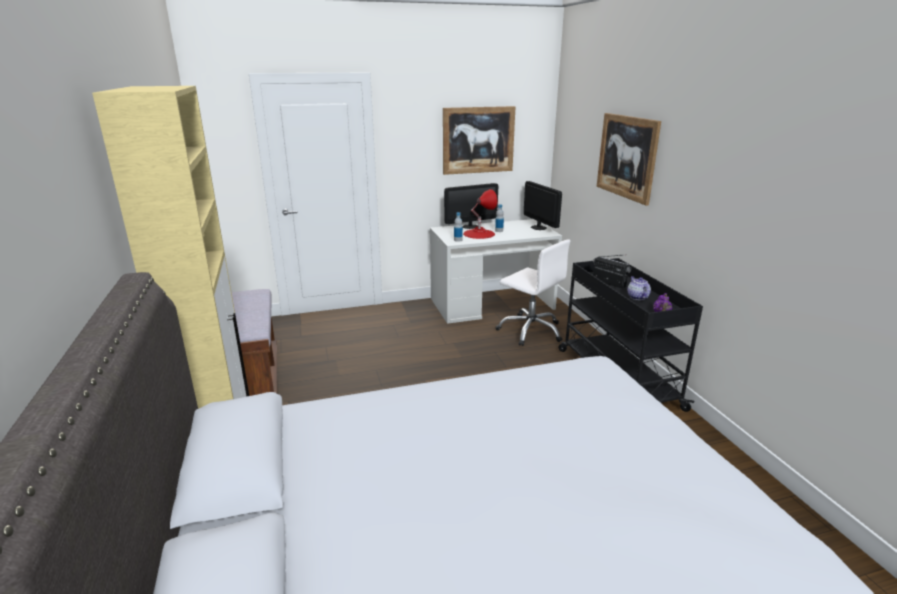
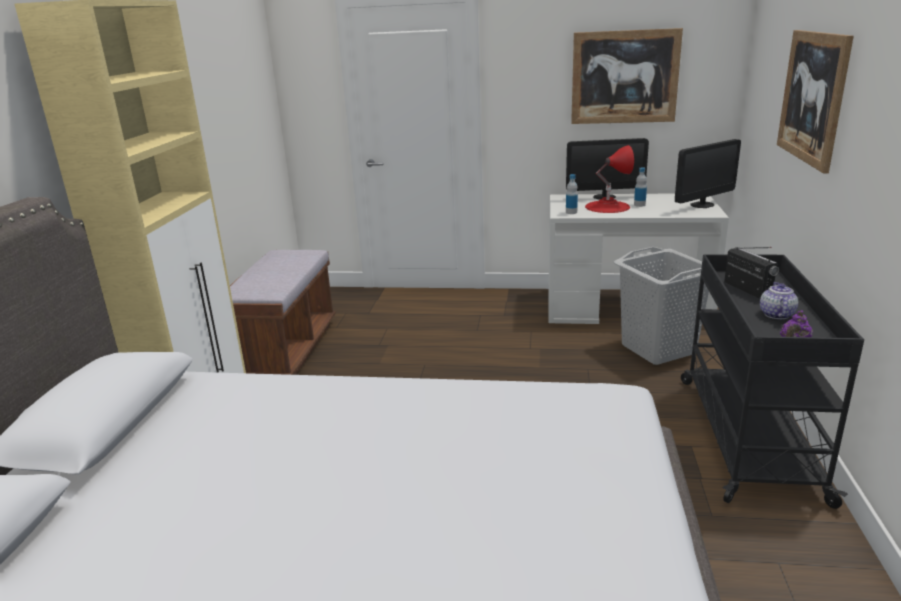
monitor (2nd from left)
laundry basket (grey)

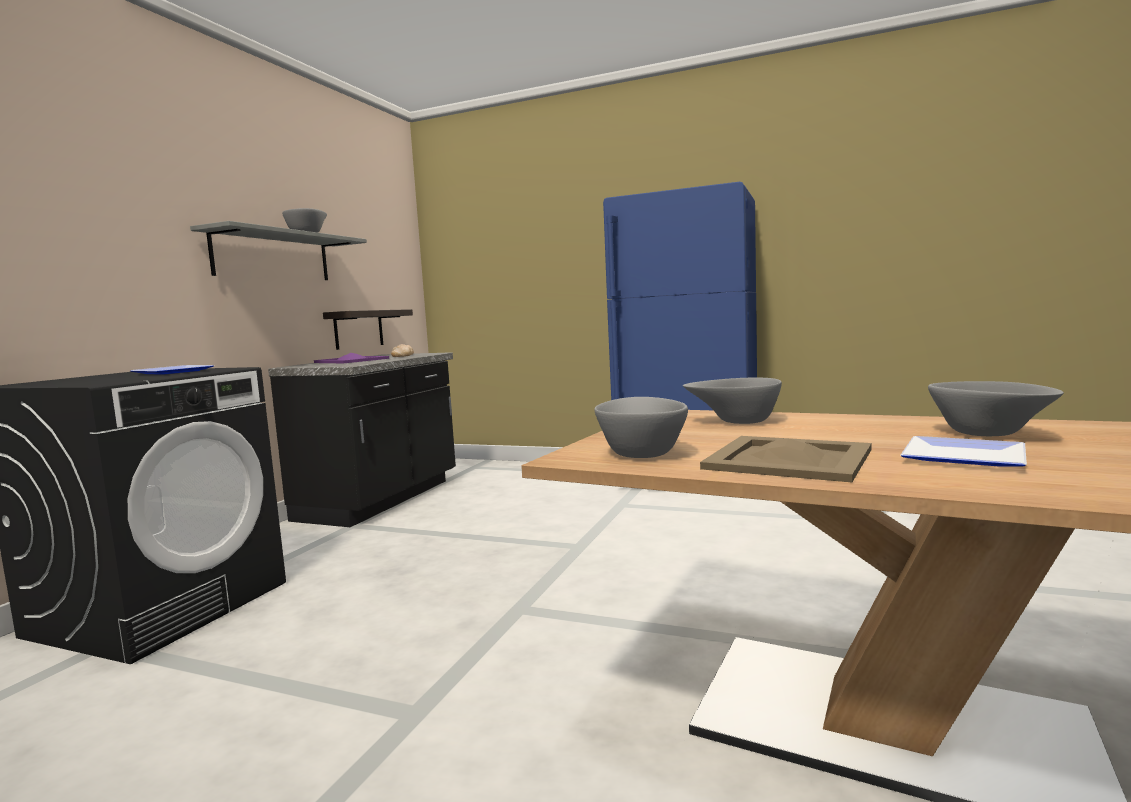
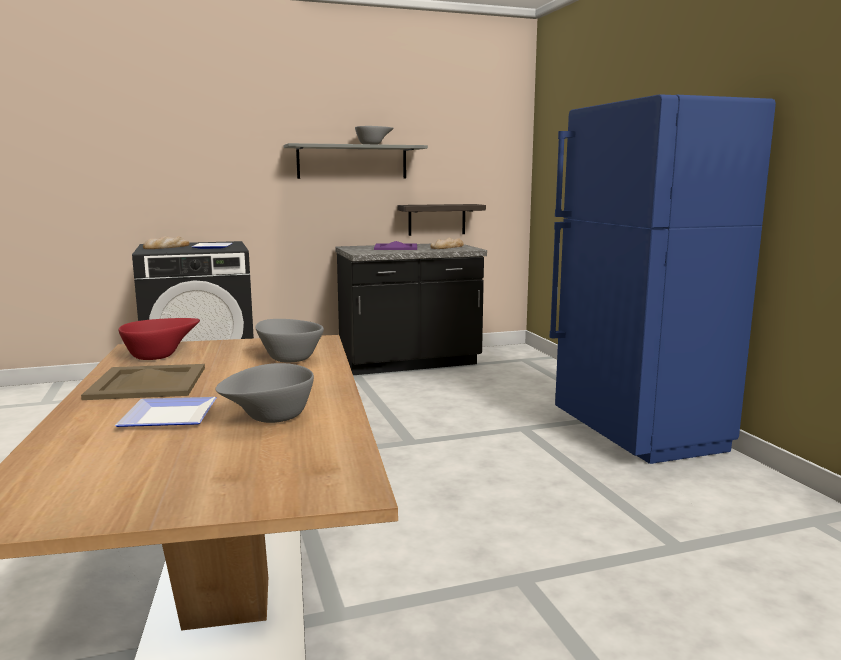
bowl (red)
bread (1st from left)

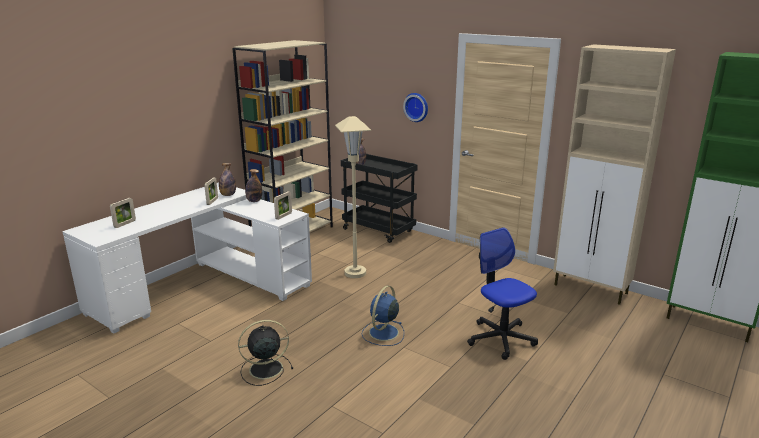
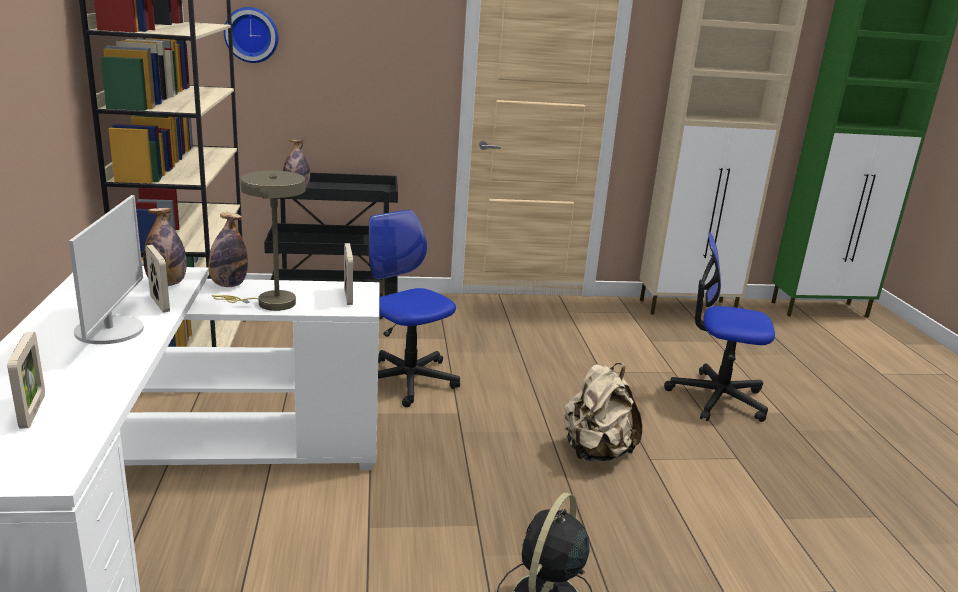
wall clock
office chair (1st from left)
backpack (beige)
table lamp (beige)
monitor

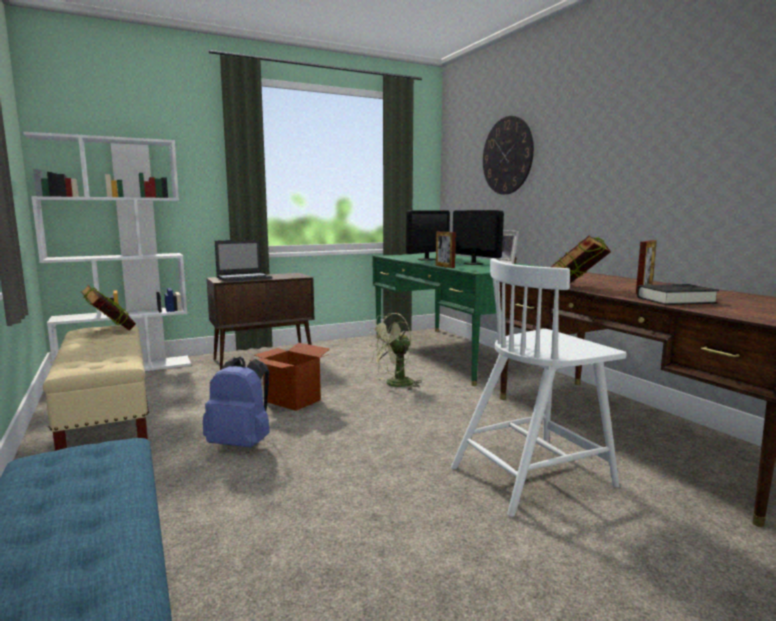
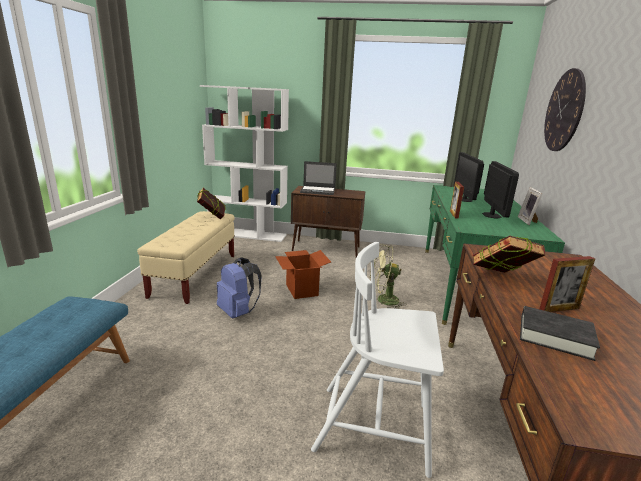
monitor (1st from left)

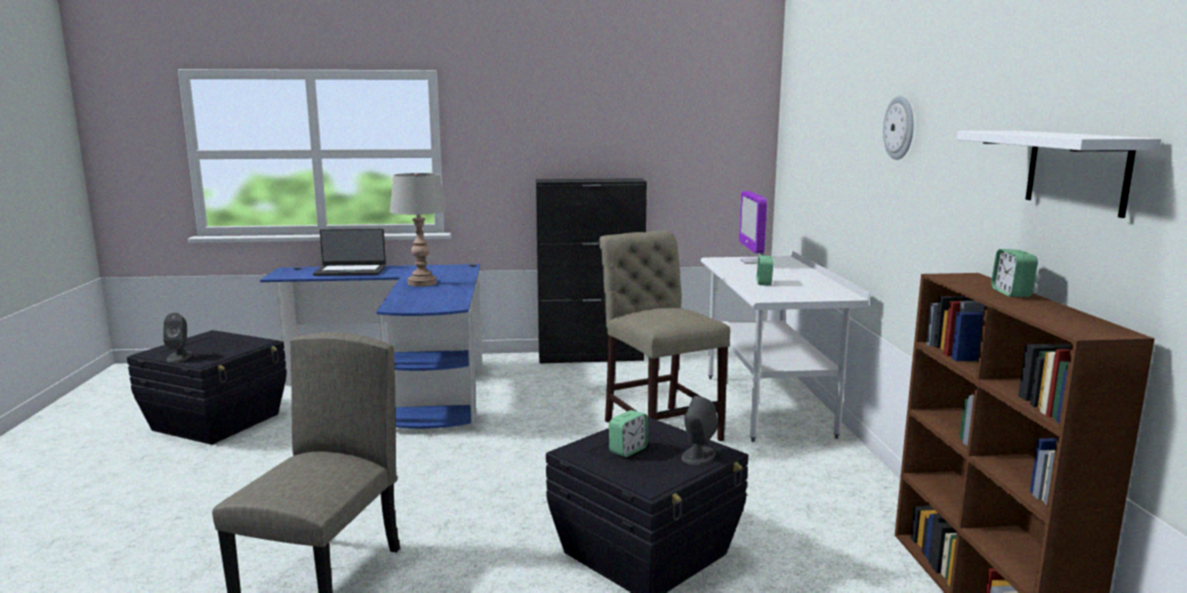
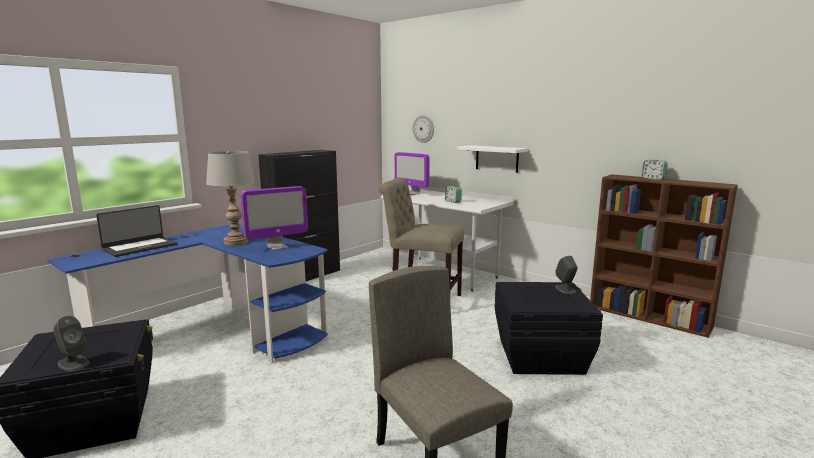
wall clock
shelf (white)
alarm clock (1st from left in the first image)
monitor (1st from left)

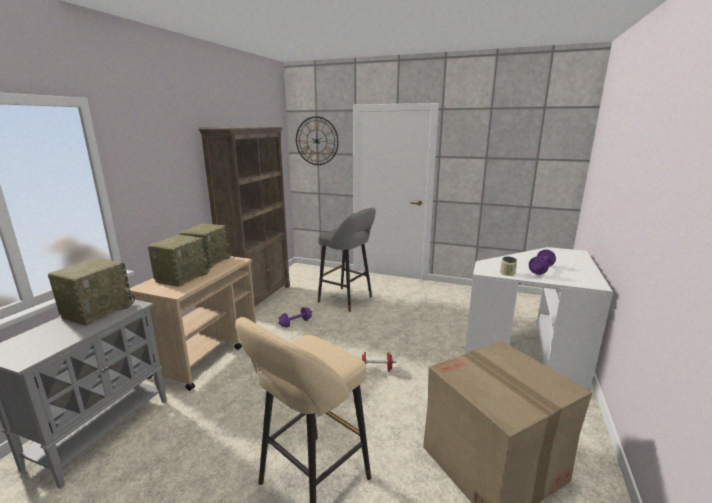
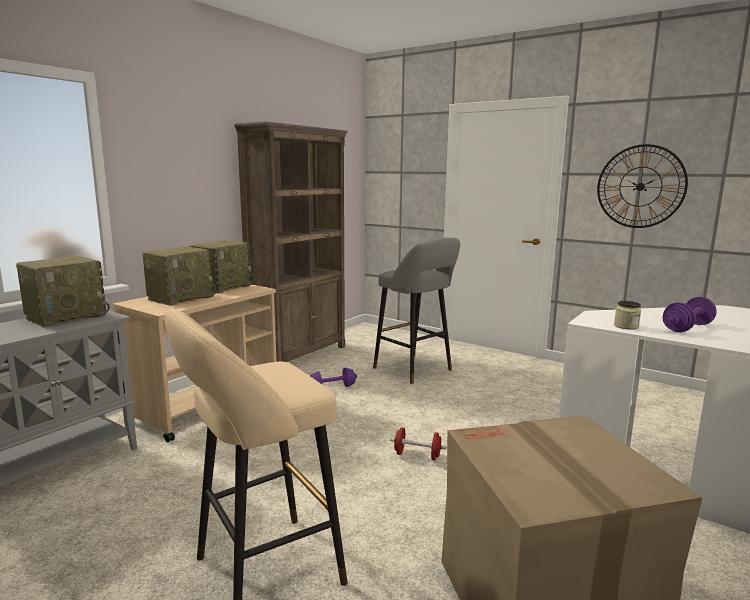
wall clock

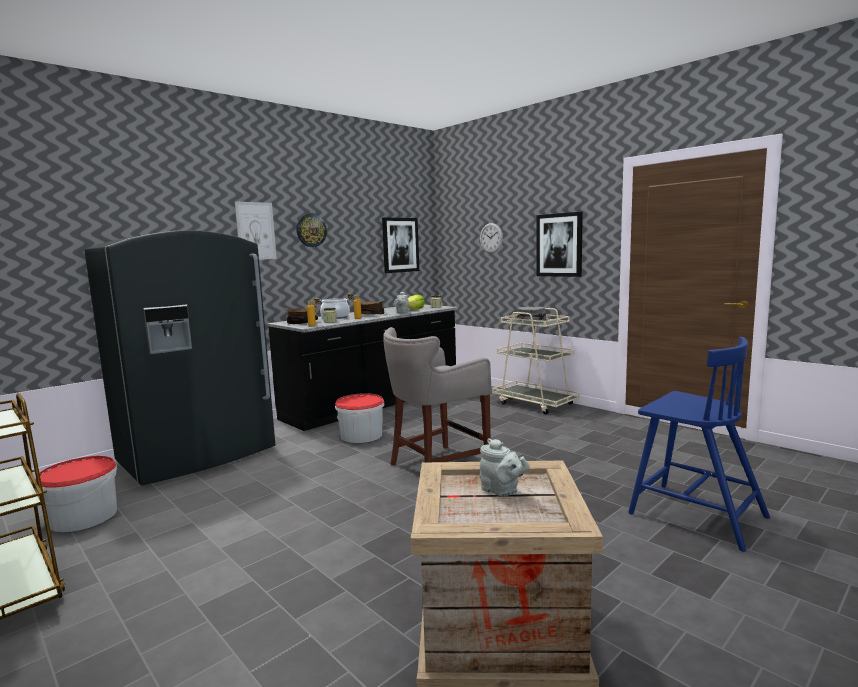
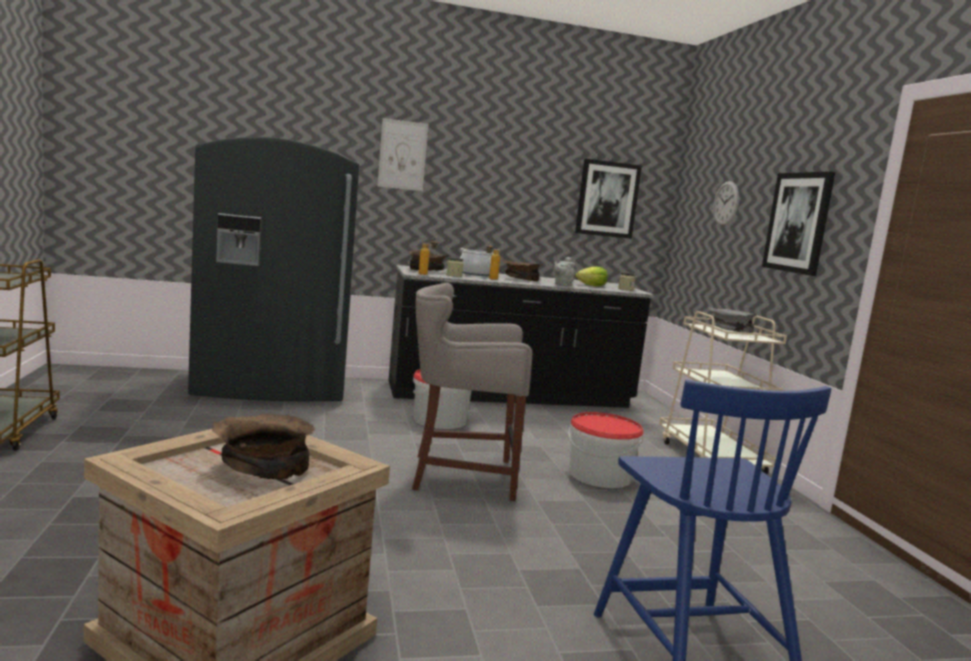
wall clock (1st from left in the first image)
bowl (brown) (1st from left)
bucket (2nd from left)

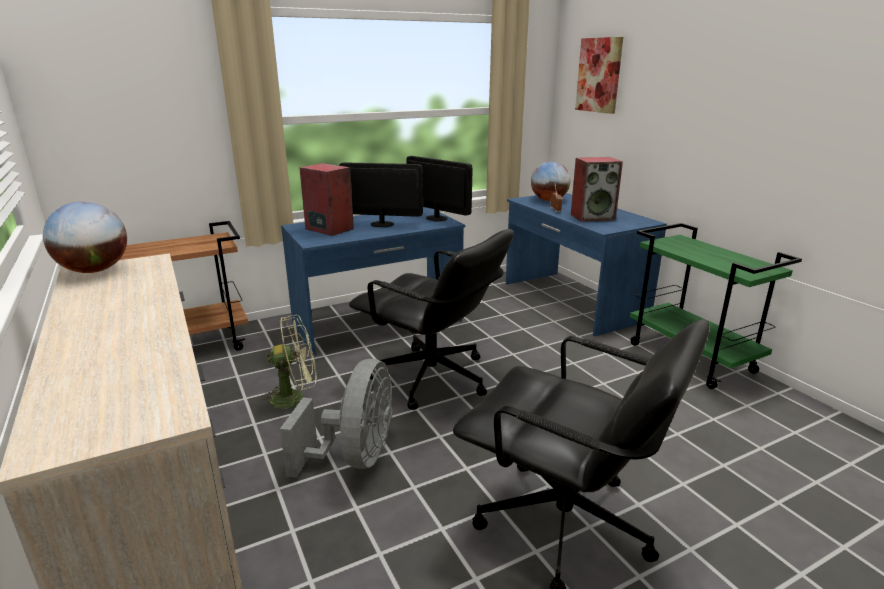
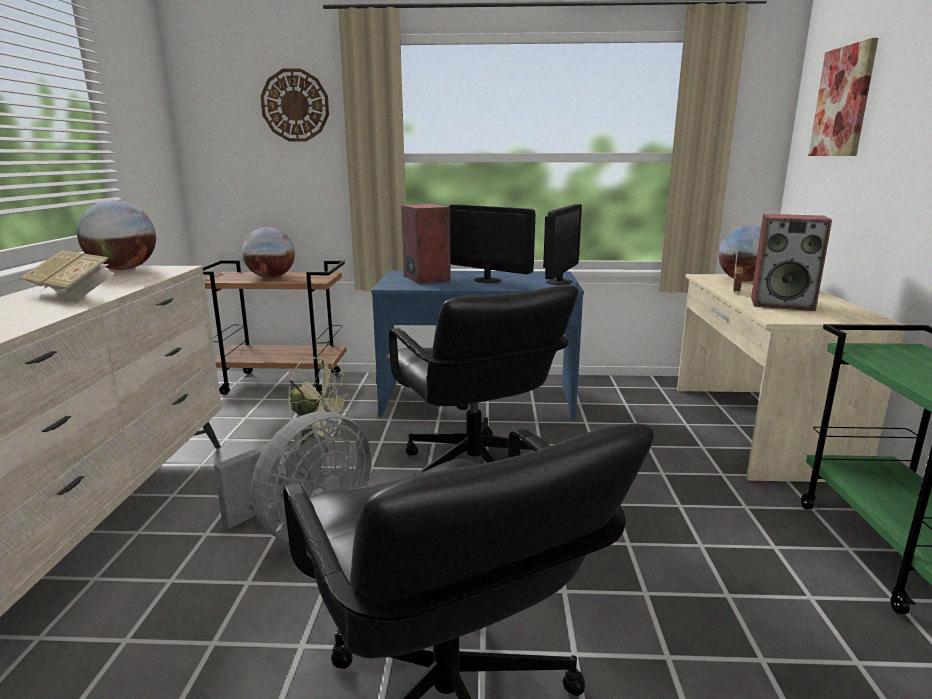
monitor (2nd from left)
desk (beige)
wall clock
globe (2nd from left)
book

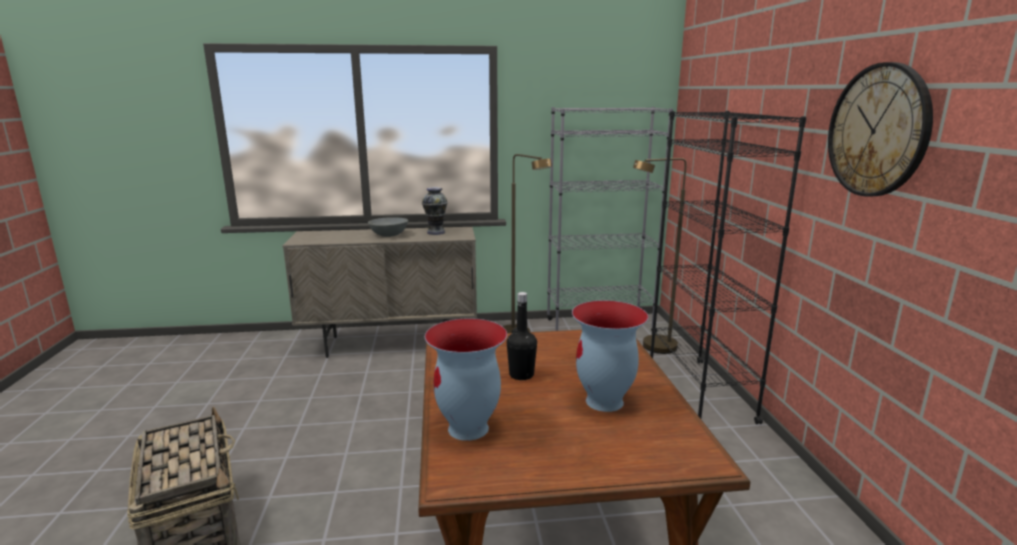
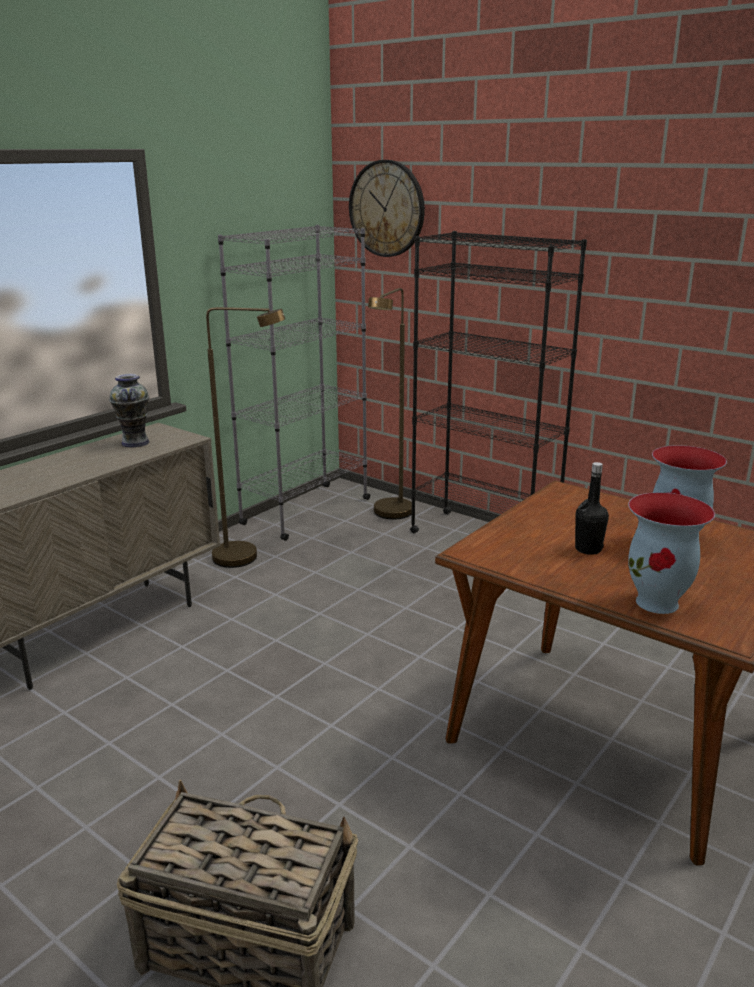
wall clock
bowl (grey)

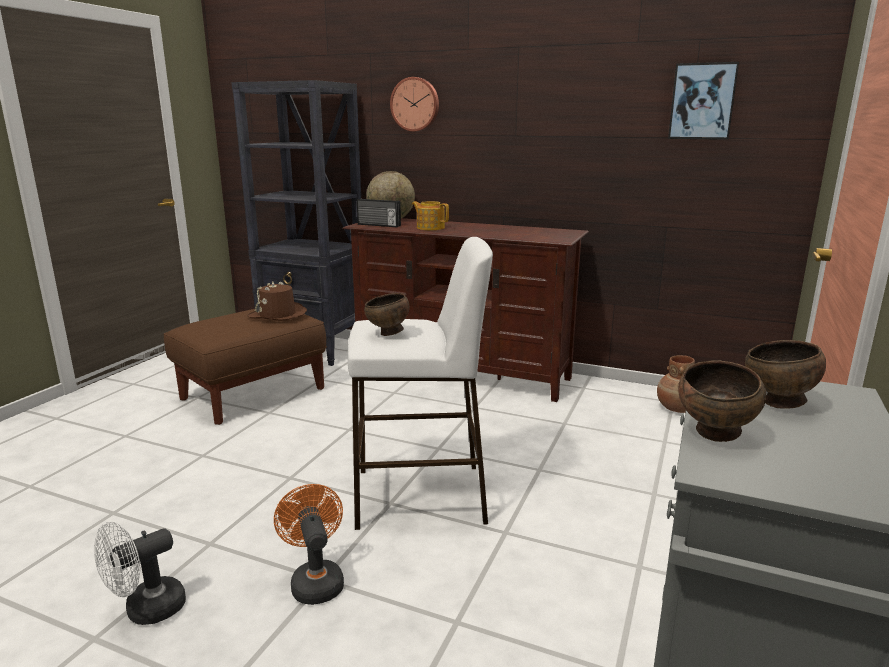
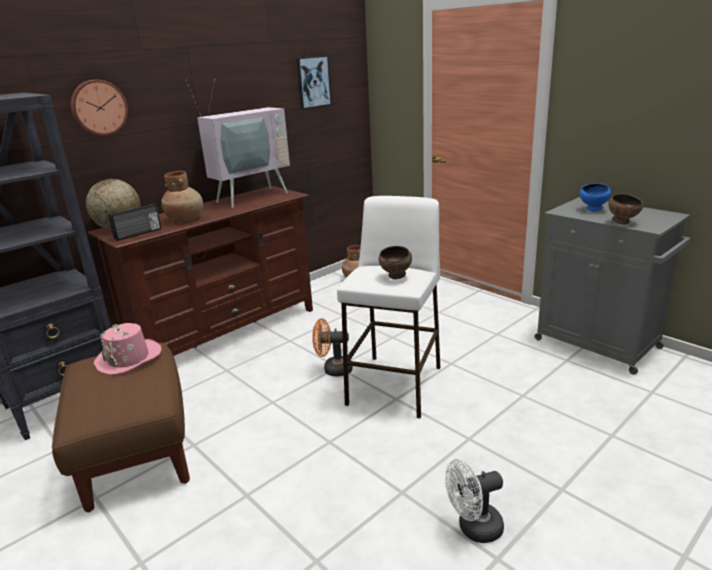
vase (brown) (1st from left)
hat (pink)
bowl (blue)
fan (orange)
fan (white)
television

